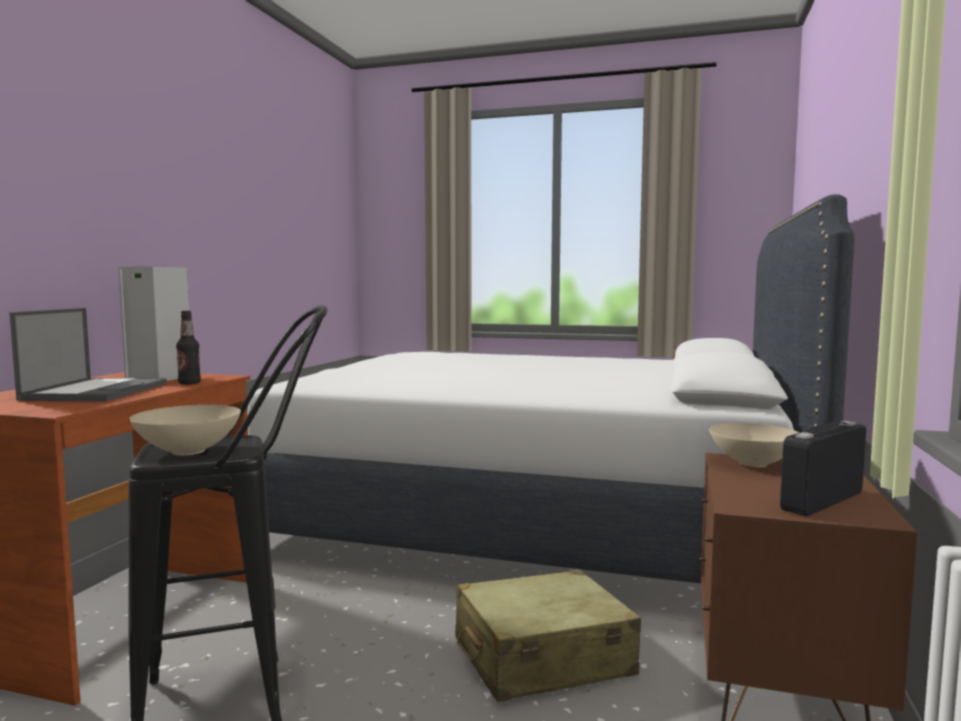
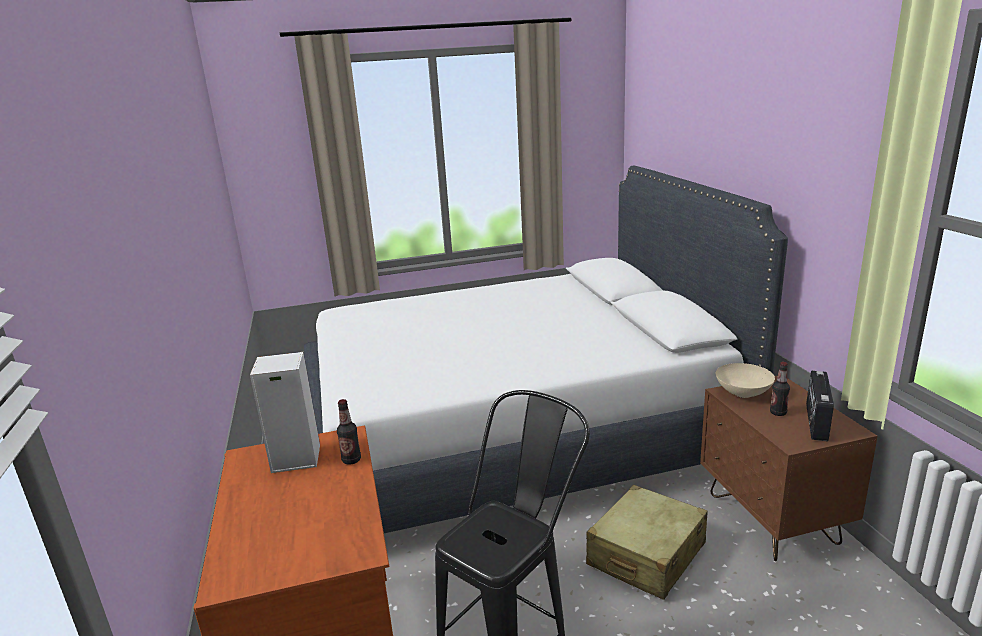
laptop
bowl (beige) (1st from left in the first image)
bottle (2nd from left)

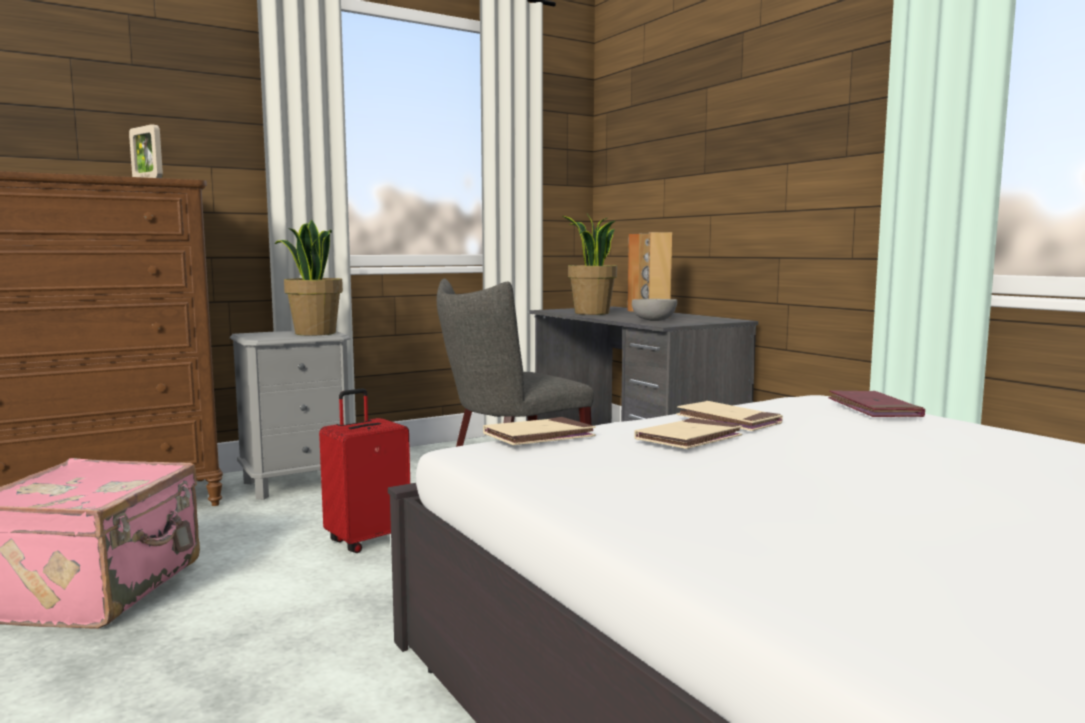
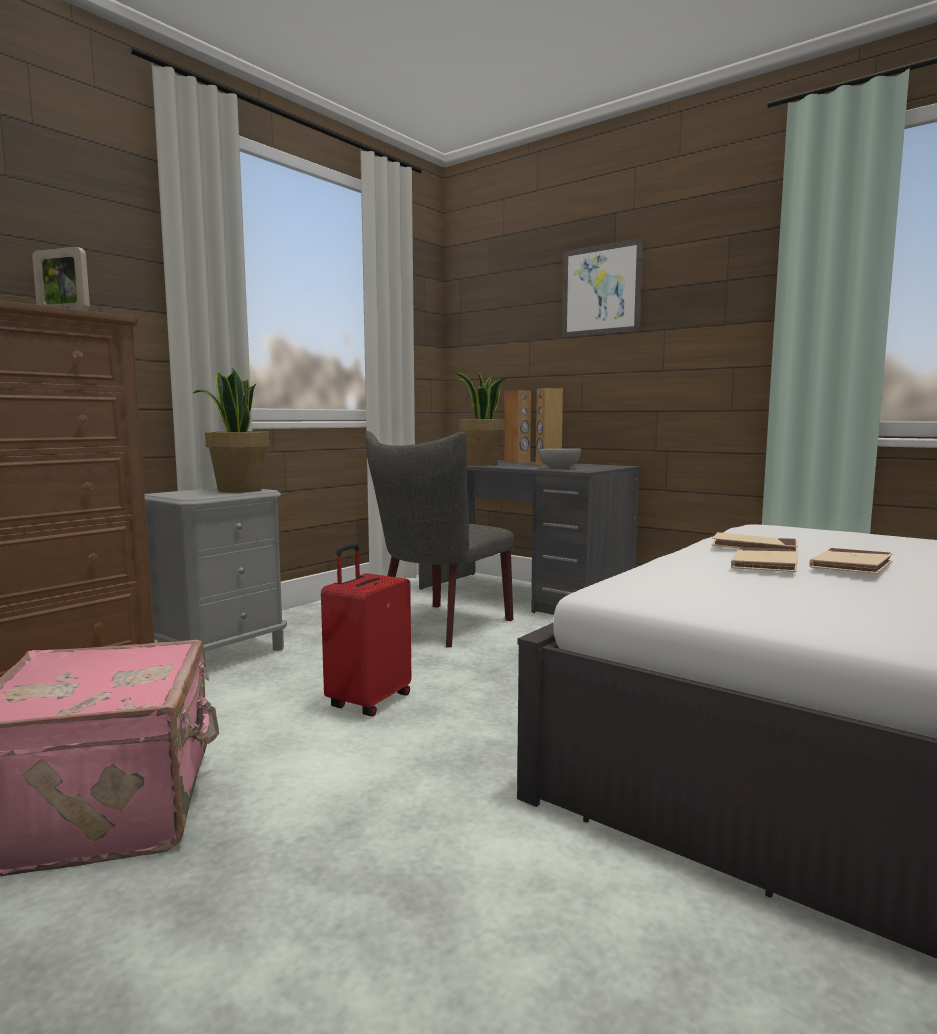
book (red)
book (beige) (3rd from left)
picture

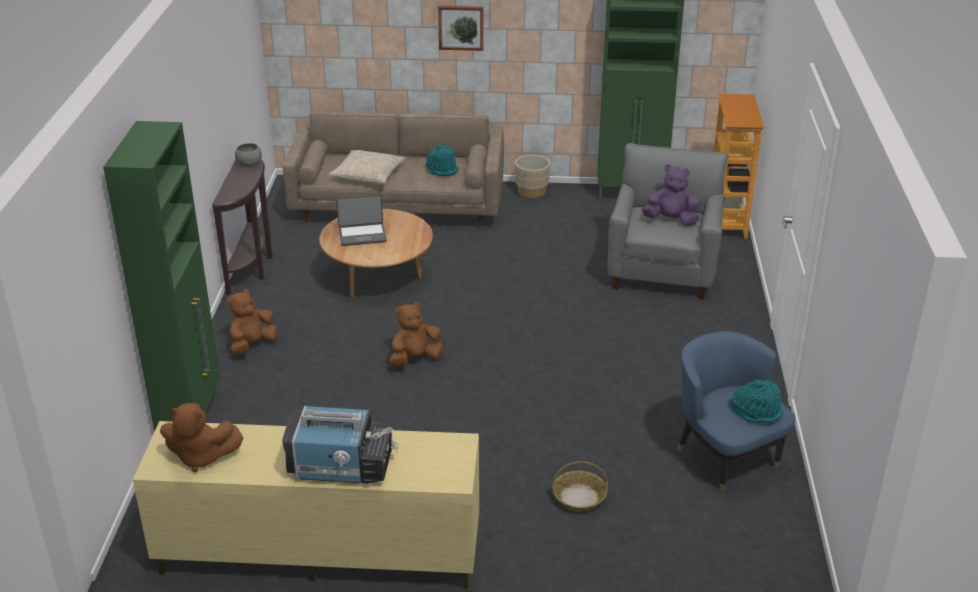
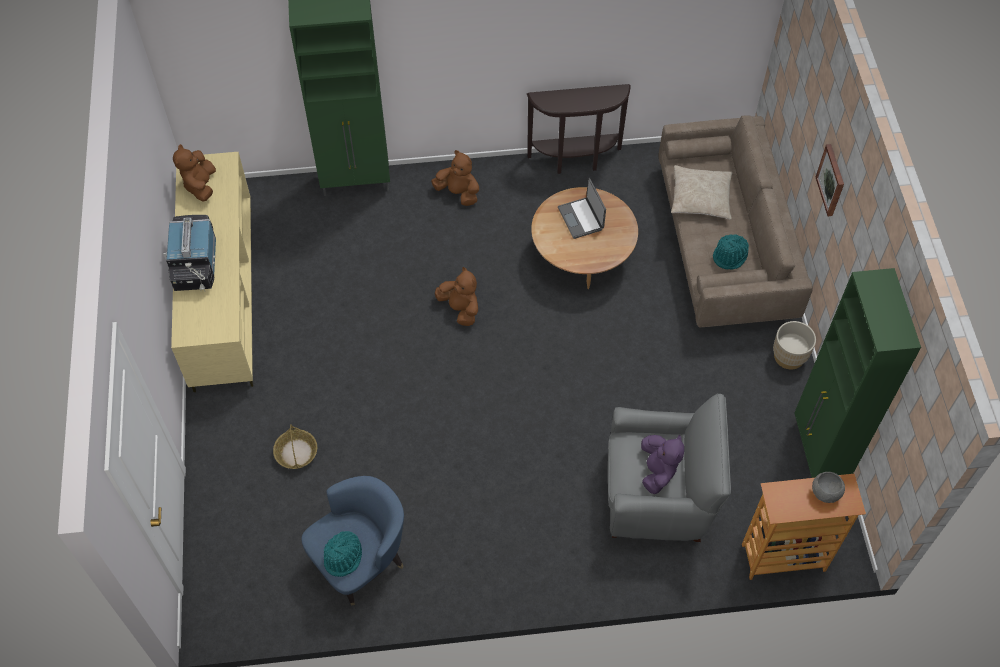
bowl (grey)

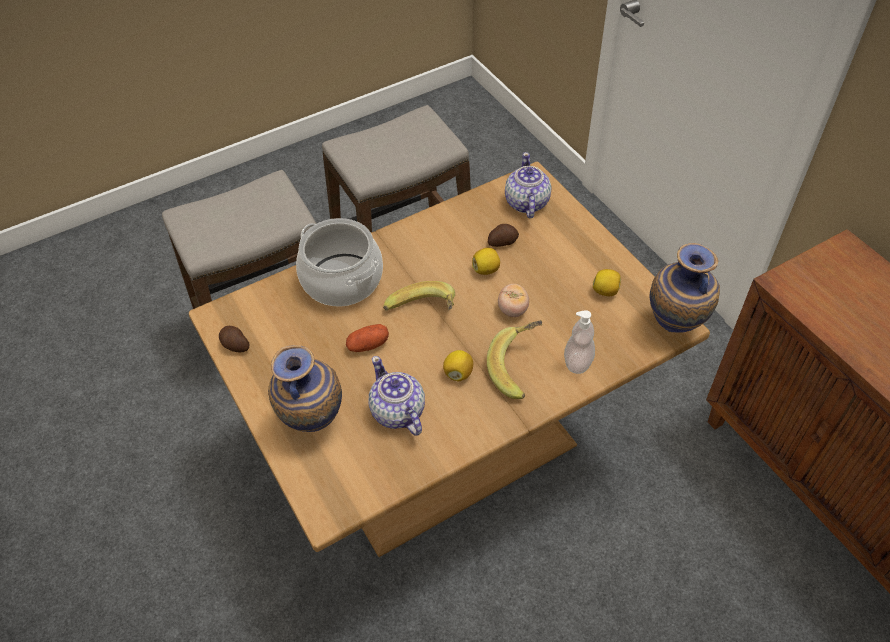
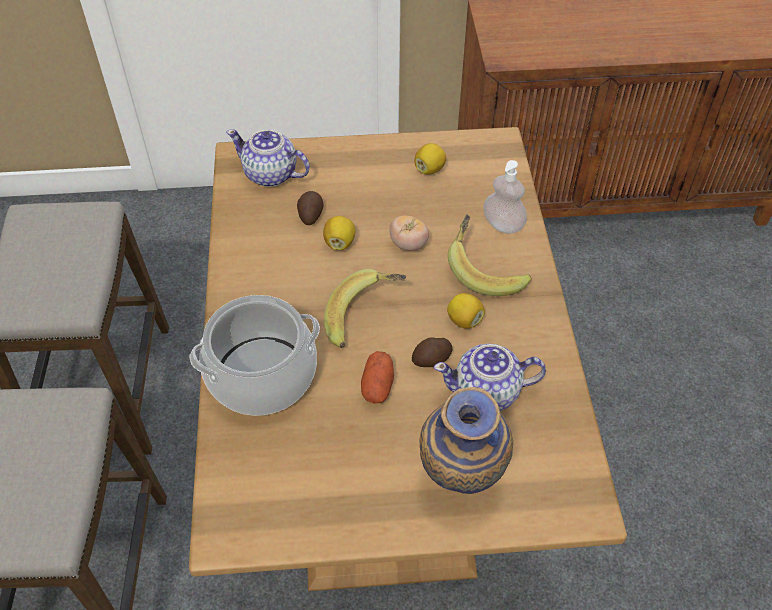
vase (2nd from left in the first image)
potato (3rd from left)

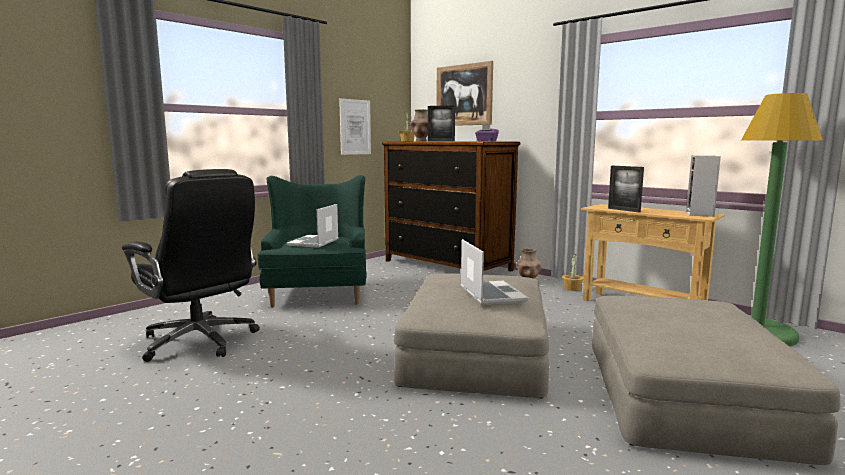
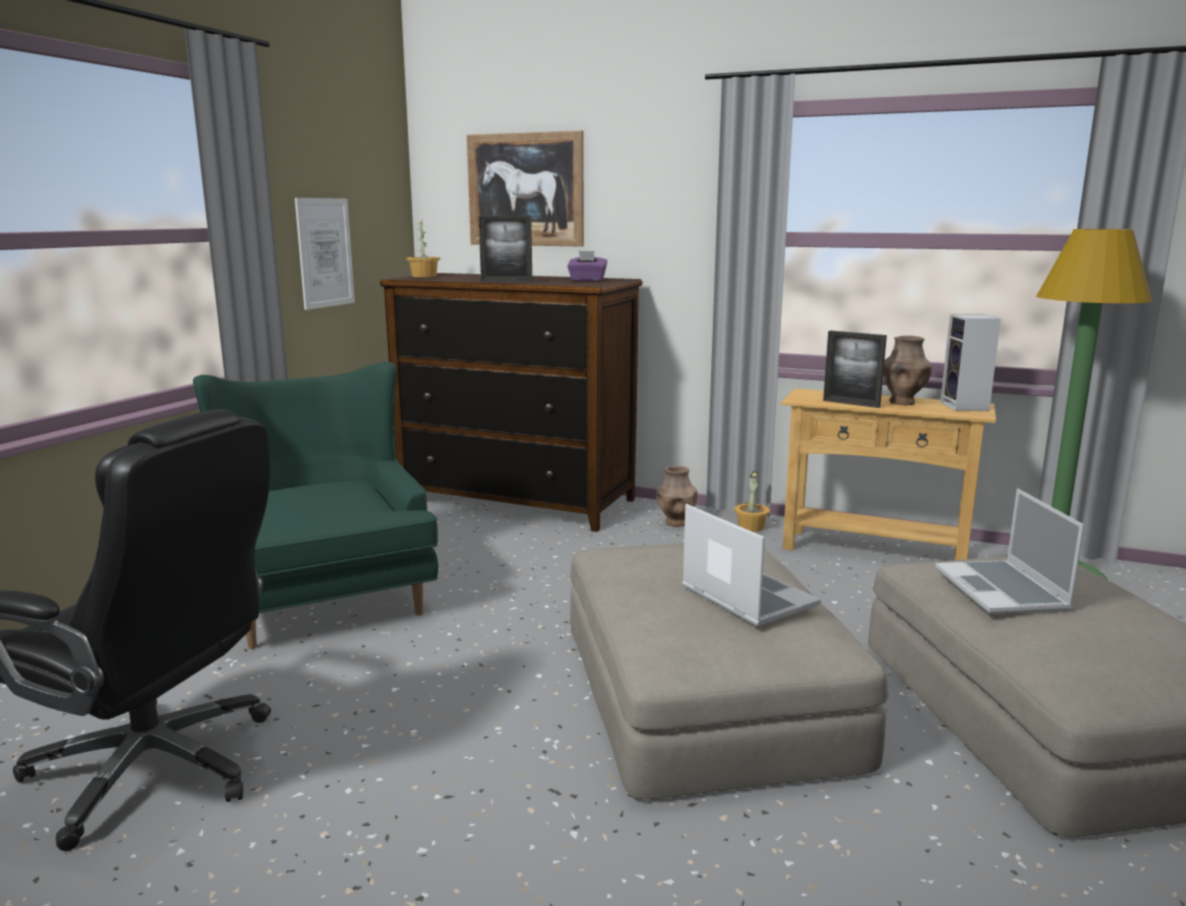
vase (brown) (2nd from left)
laptop (2nd from left)

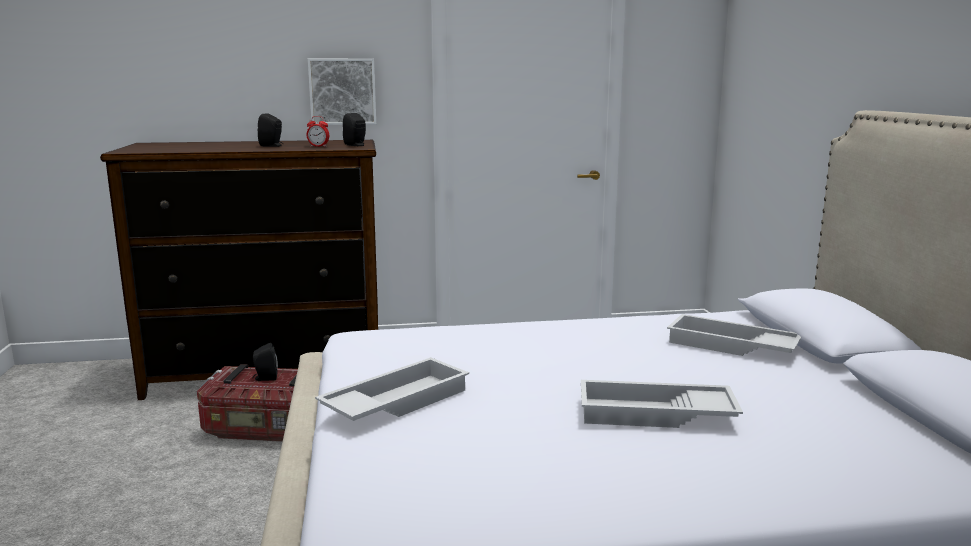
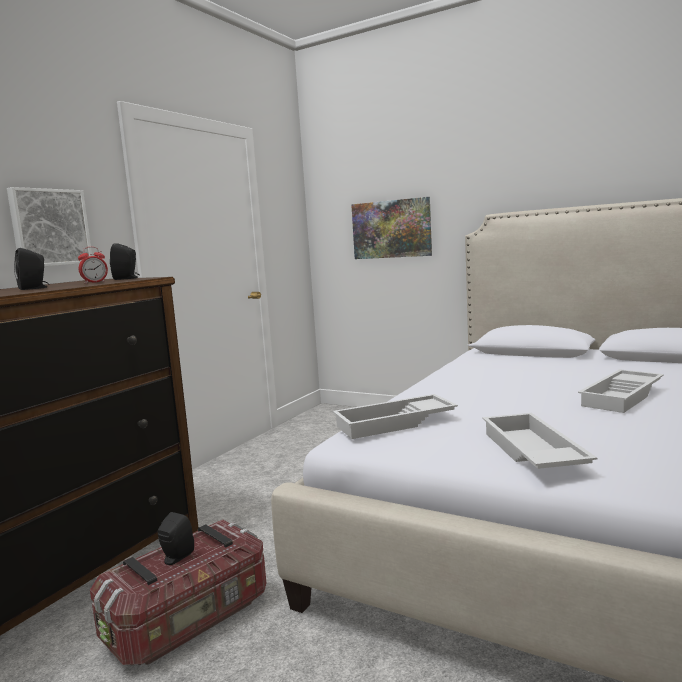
tray (white) (1st from left)
picture (2nd from left)

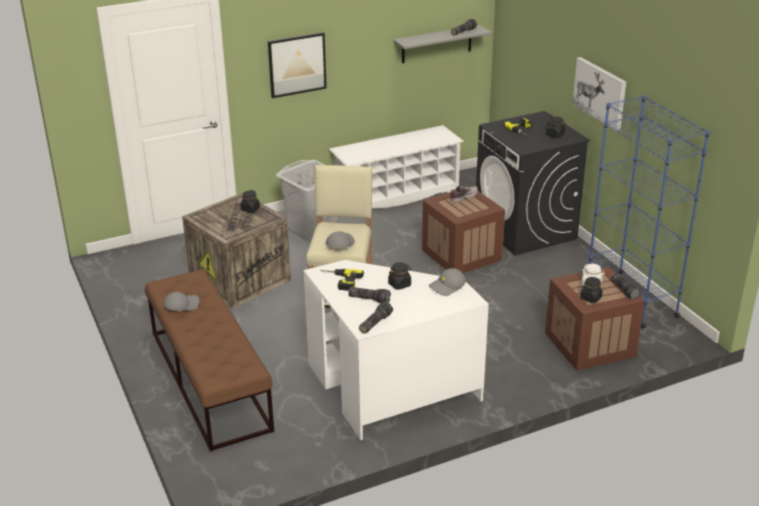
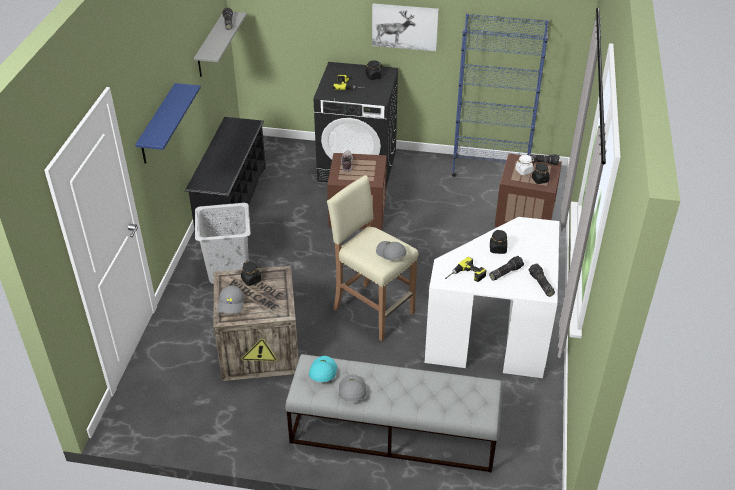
shelf (blue)
shoe rack (black)
cap (grey) (1st from left)
bench (grey)
cap (turquoise)

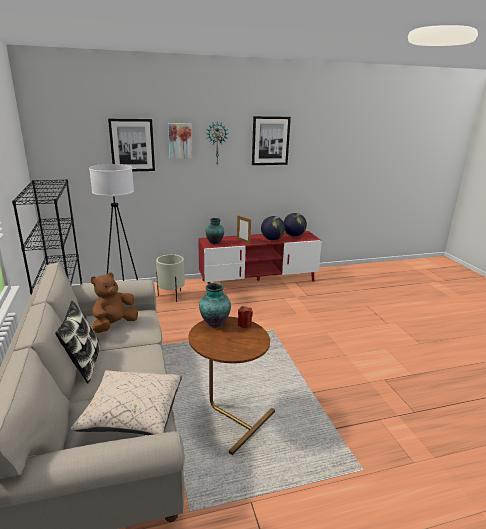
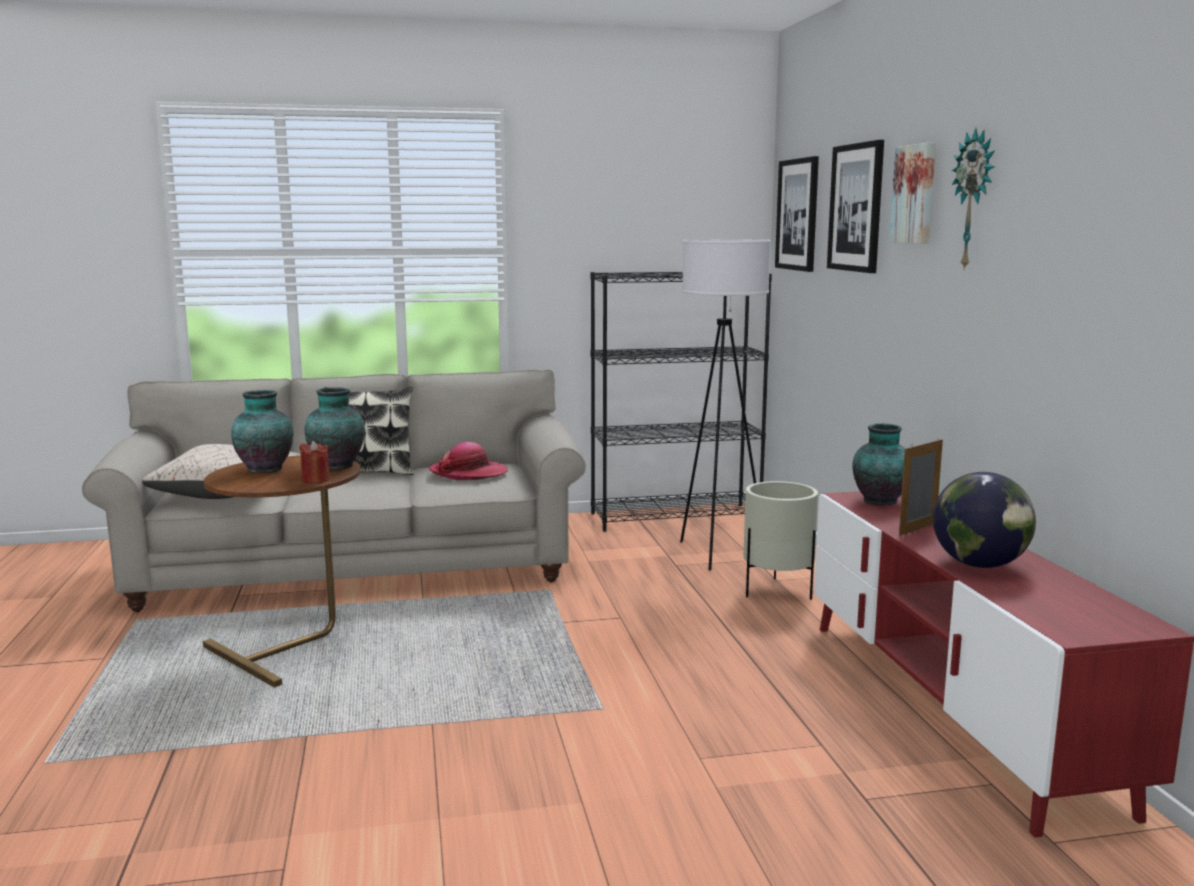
picture (1st from left)
globe (2nd from left in the first image)
hat
vase (1st from left)

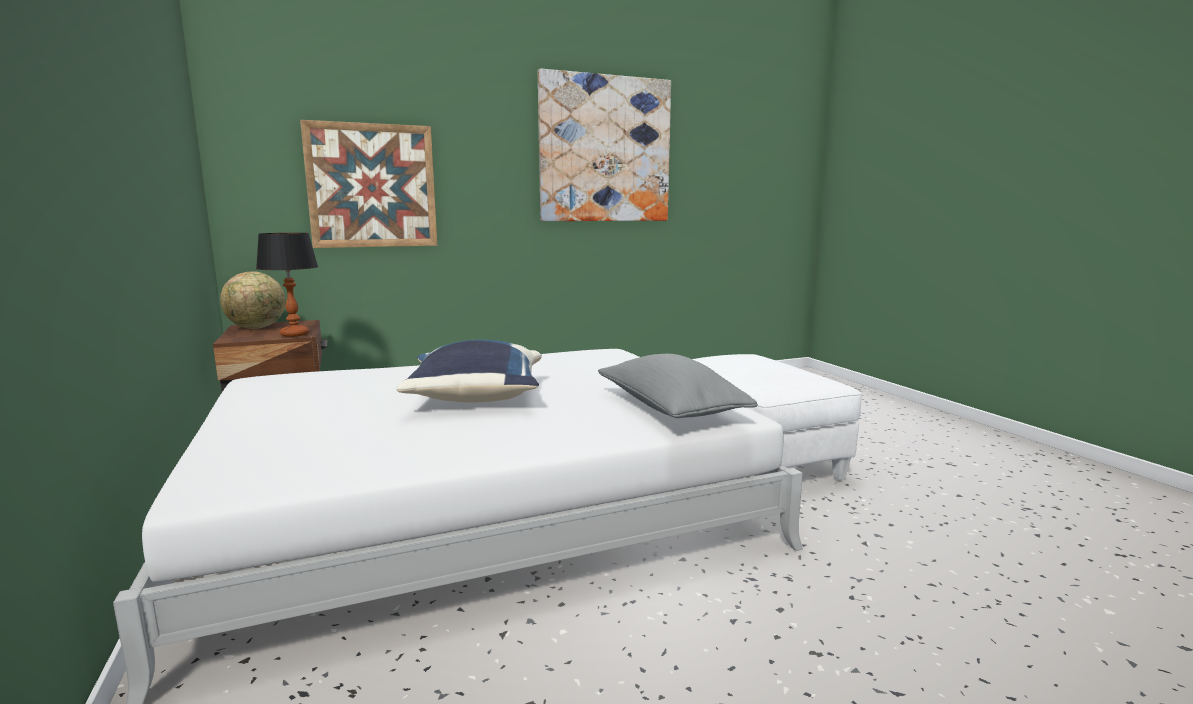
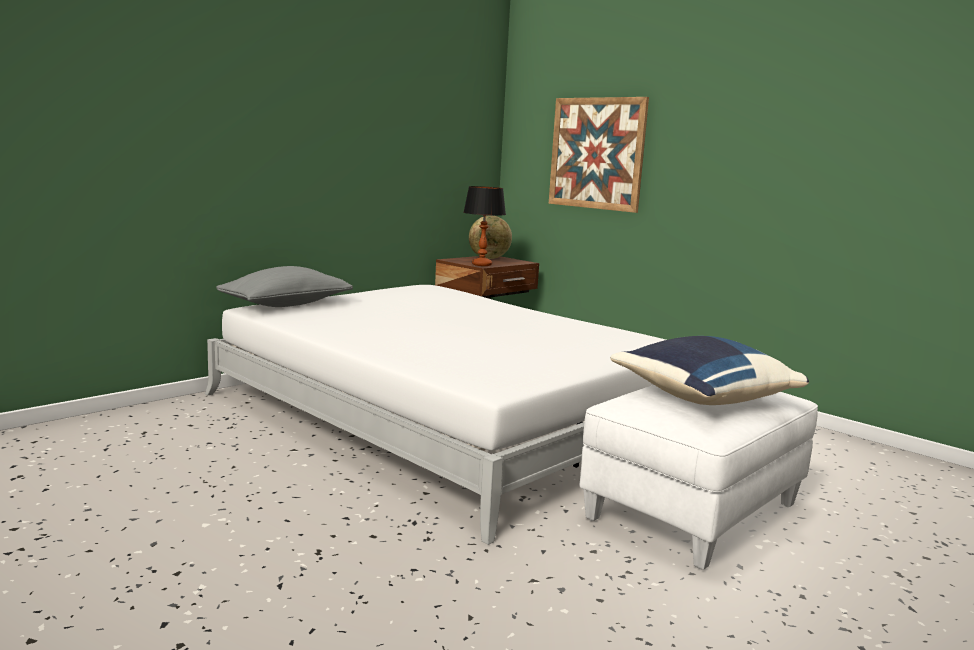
picture (2nd from left in the first image)
pillow (blue)
pillow (grey)

